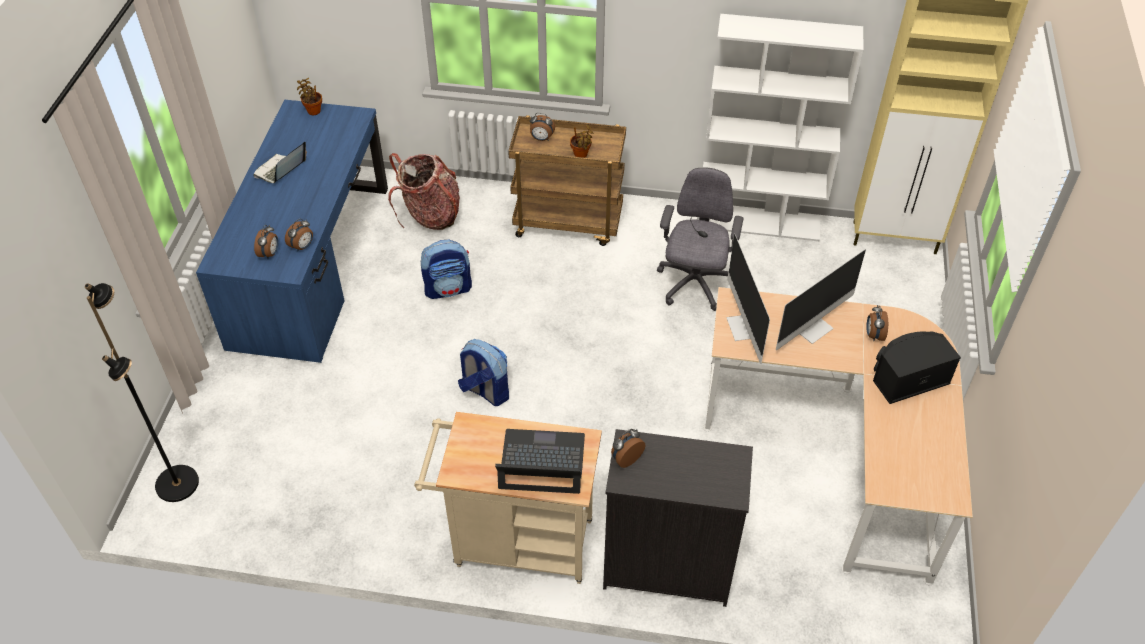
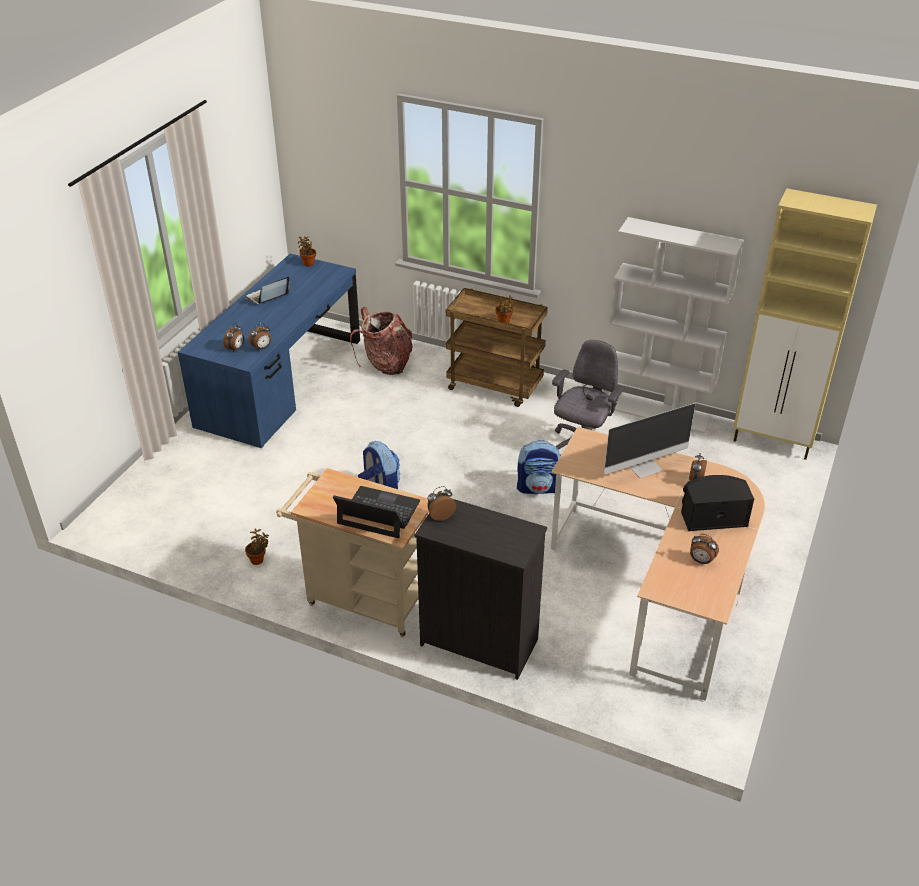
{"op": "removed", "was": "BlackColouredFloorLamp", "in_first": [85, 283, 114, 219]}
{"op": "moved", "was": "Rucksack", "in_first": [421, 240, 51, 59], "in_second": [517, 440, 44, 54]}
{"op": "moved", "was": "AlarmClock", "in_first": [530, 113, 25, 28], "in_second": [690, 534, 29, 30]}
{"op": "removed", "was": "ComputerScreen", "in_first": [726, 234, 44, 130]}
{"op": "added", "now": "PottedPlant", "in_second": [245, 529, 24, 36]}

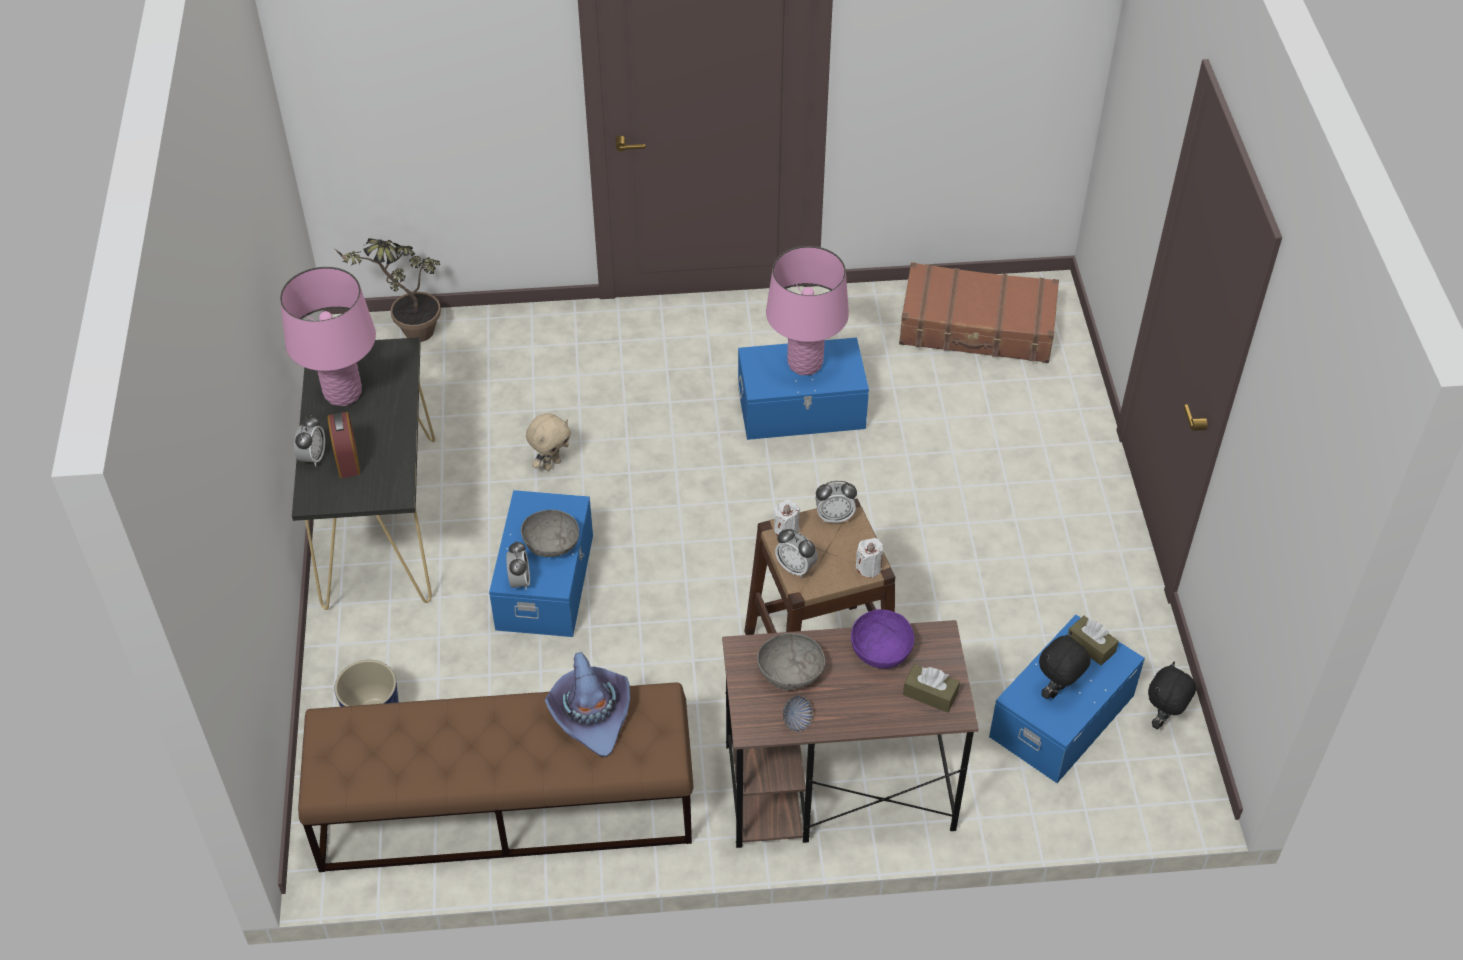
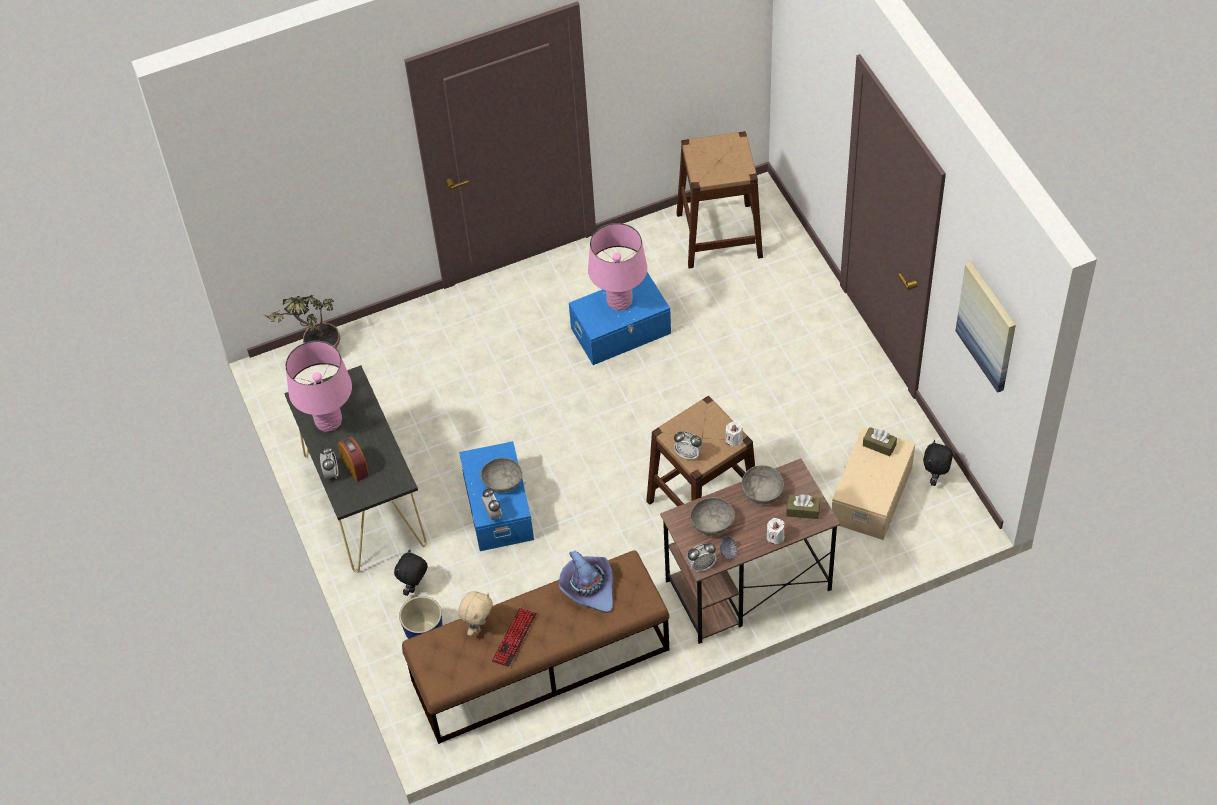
{"op": "moved", "was": "BeigePlushToy", "in_first": [526, 413, 45, 58], "in_second": [458, 591, 35, 45]}
{"op": "moved", "was": "WhiteWaxLight", "in_first": [774, 500, 26, 36], "in_second": [767, 518, 18, 26]}
{"op": "moved", "was": "AlarmClock", "in_first": [816, 481, 41, 42], "in_second": [687, 543, 30, 29]}
{"op": "recoloured", "was": "PurpleColouredDeepDish", "now": "GreyDeepDish", "in_first": [851, 609, 64, 60], "in_second": [742, 465, 42, 39]}
{"op": "replaced", "was": "BrownishSuitcase", "now": "BrownishStoolSeat", "in_first": [899, 262, 160, 101], "in_second": [676, 131, 87, 138]}
{"op": "recoloured", "was": "BluishStorageBox", "now": "BeigeStorageBox", "in_first": [989, 615, 156, 168], "in_second": [832, 427, 83, 113]}
{"op": "moved", "was": "BlackColouredPlushToy", "in_first": [1039, 632, 52, 67], "in_second": [394, 550, 34, 46]}
{"op": "added", "now": "Keyboard", "in_second": [492, 608, 45, 59]}
{"op": "added", "now": "WallPicture", "in_second": [955, 262, 61, 131]}

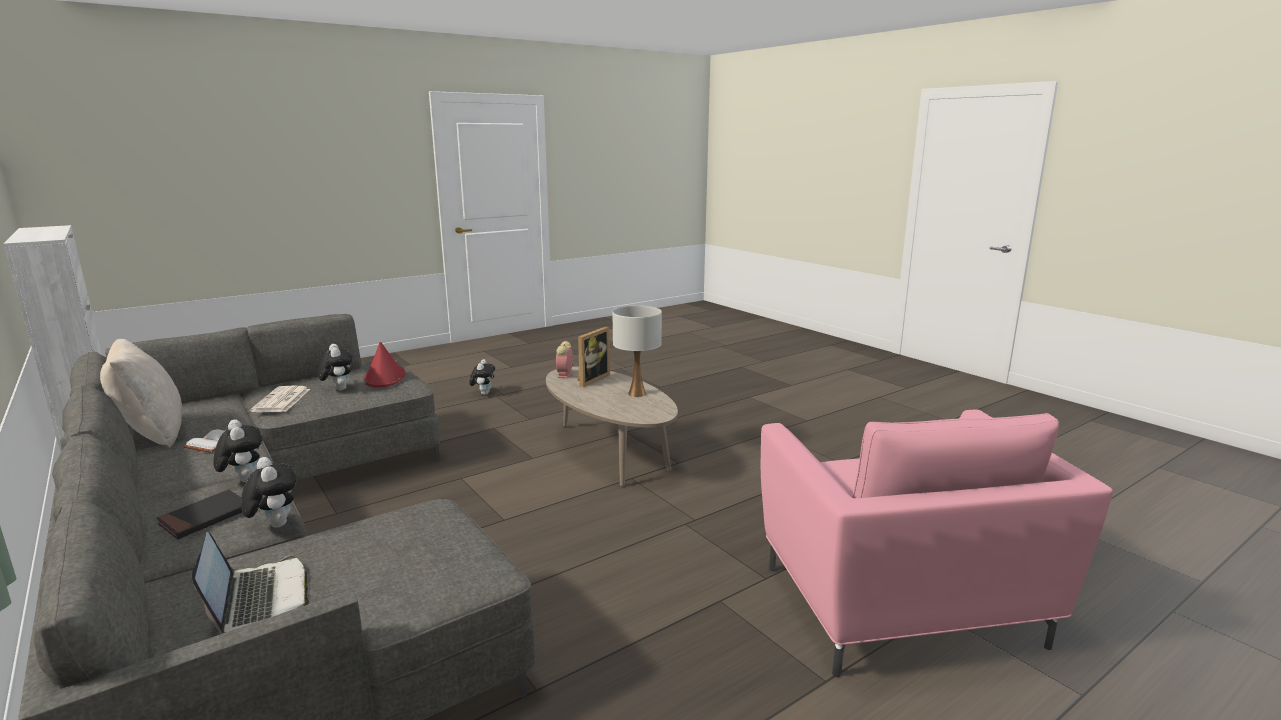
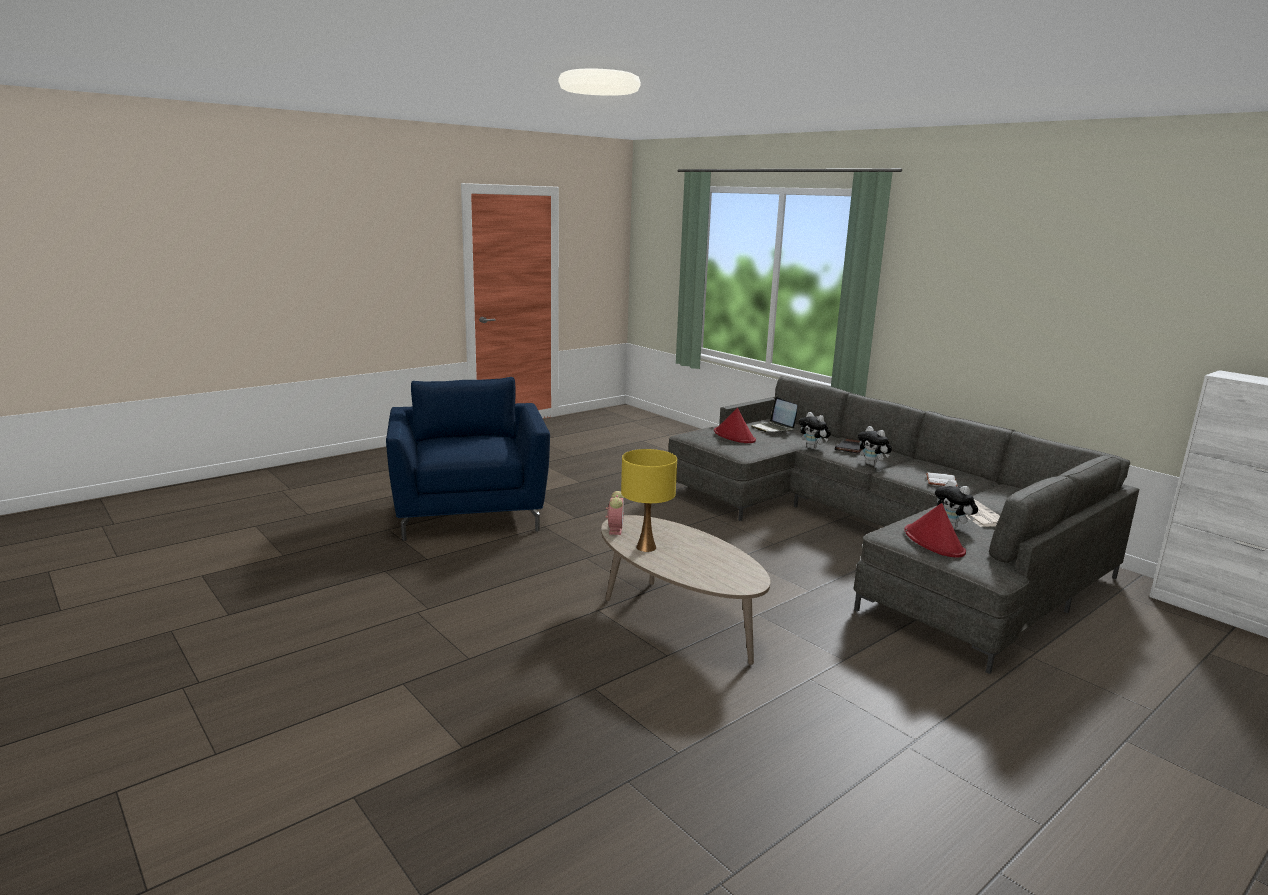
{"op": "removed", "was": "BeigeThrowPillow", "in_first": [100, 339, 82, 109]}
{"op": "removed", "was": "PlushToy", "in_first": [469, 359, 26, 36]}
{"op": "moved", "was": "AlarmClock", "in_first": [556, 341, 18, 37], "in_second": [606, 491, 18, 44]}
{"op": "removed", "was": "PhotoFrame", "in_first": [577, 326, 33, 61]}
{"op": "recoloured", "was": "WhiteTableLamp", "now": "YellowColouredTableLamp", "in_first": [613, 306, 49, 91], "in_second": [621, 449, 56, 103]}
{"op": "recoloured", "was": "PinkLoungeChair", "now": "BluishLoungeChair", "in_first": [761, 410, 352, 267], "in_second": [386, 377, 164, 164]}
{"op": "added", "now": "ReddishClothingHat", "in_second": [714, 408, 42, 35]}

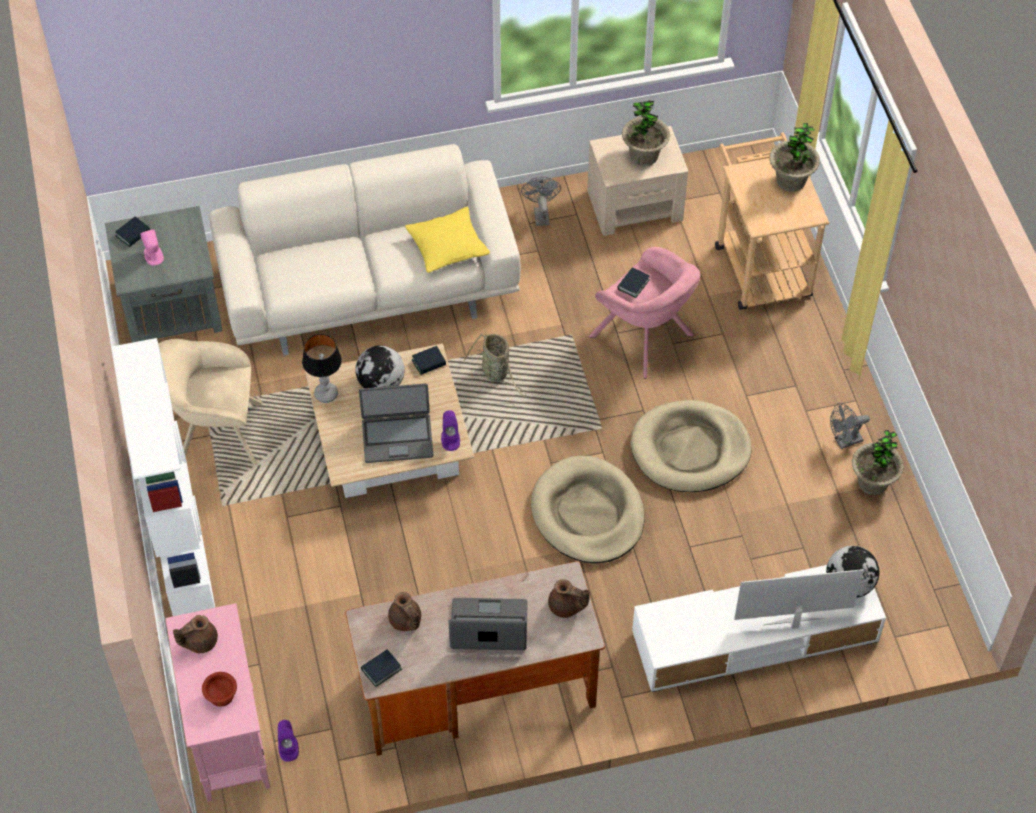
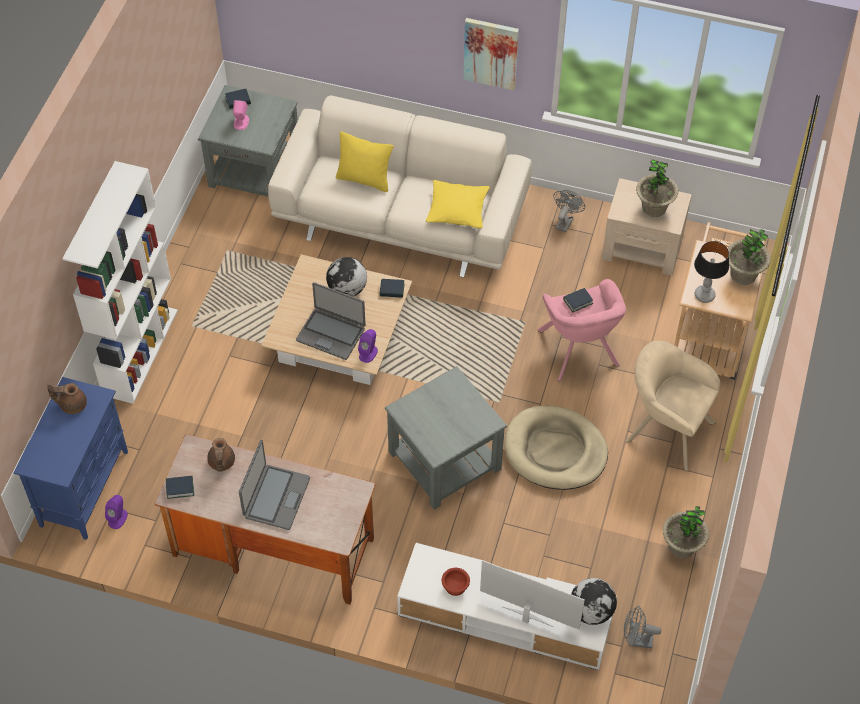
{"op": "moved", "was": "BeigeLoungeChair", "in_first": [158, 339, 105, 126], "in_second": [626, 341, 94, 130]}
{"op": "recoloured", "was": "PinkStorageCabinet", "now": "BluishStorageCabinet", "in_first": [166, 603, 104, 199], "in_second": [13, 377, 115, 163]}
{"op": "moved", "was": "BrownishDeepDish", "in_first": [202, 672, 35, 35], "in_second": [442, 568, 28, 28]}
{"op": "moved", "was": "TableLamp", "in_first": [302, 334, 40, 69], "in_second": [694, 241, 35, 62]}
{"op": "turned", "was": "PortableComputer", "in_first": [448, 598, 80, 52], "in_second": [239, 440, 71, 90], "clockwise": 75}
{"op": "removed", "was": "HouseholdBasket", "in_first": [464, 333, 62, 64]}
{"op": "replaced", "was": "BeigePetBed", "now": "GreyAccentTable", "in_first": [531, 456, 114, 107], "in_second": [385, 366, 122, 144]}
{"op": "removed", "was": "BrownishTeaPot", "in_first": [548, 579, 42, 39]}
{"op": "moved", "was": "GreyElectricFan", "in_first": [830, 403, 40, 46], "in_second": [624, 606, 37, 43]}
{"op": "added", "now": "YellowColouredThrowPillow", "in_second": [336, 131, 58, 61]}
{"op": "added", "now": "WallPicture", "in_second": [463, 18, 56, 72]}

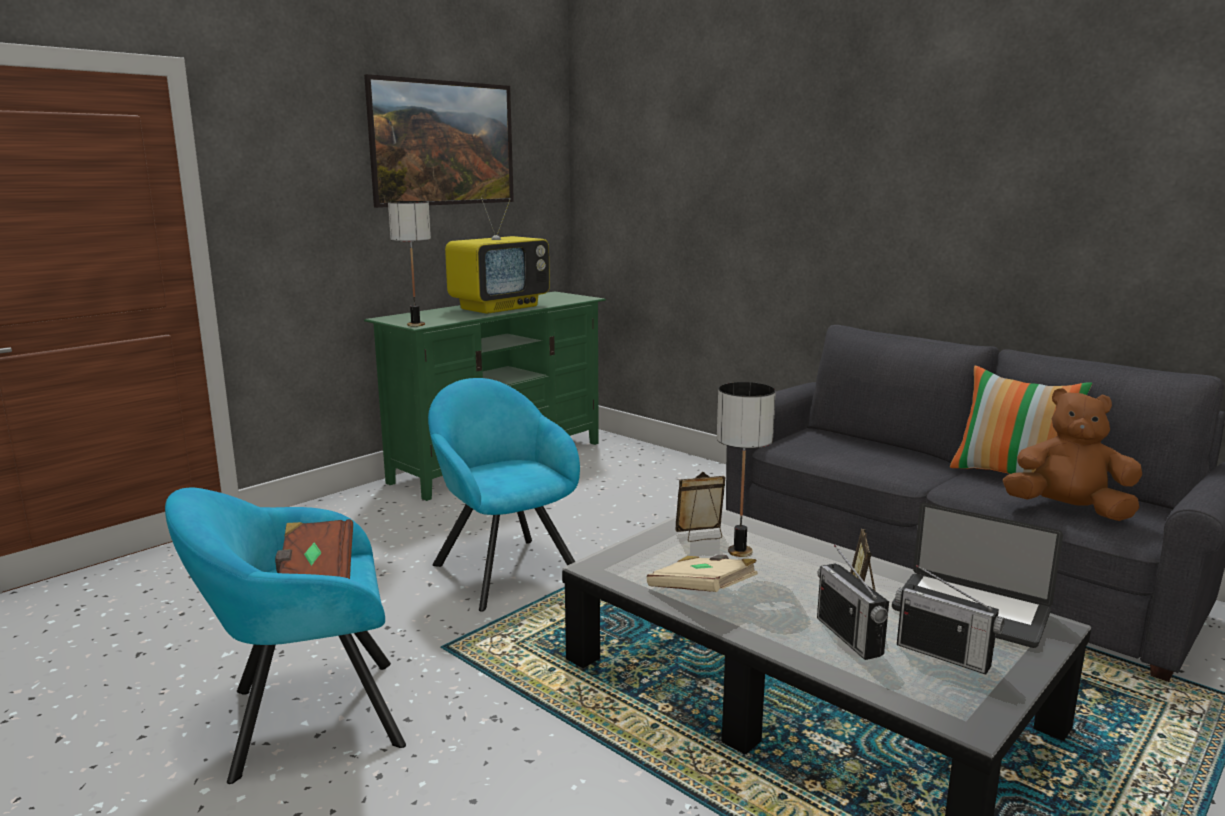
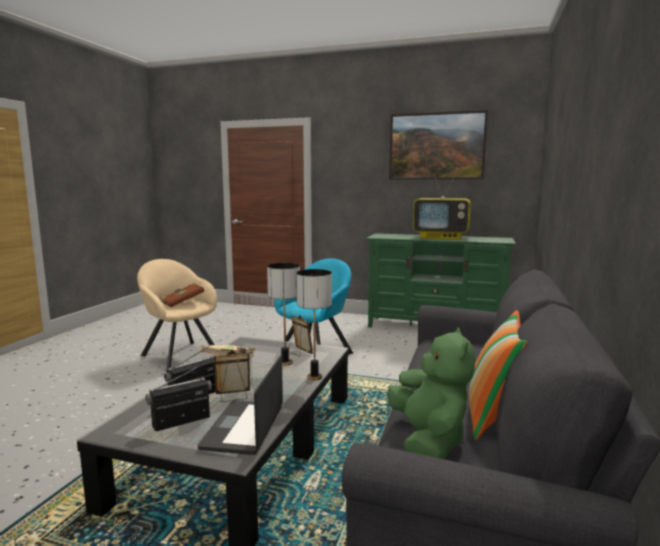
{"op": "recoloured", "was": "BlueGreenLoungeChair", "now": "BeigeLoungeChair", "in_first": [165, 488, 241, 296], "in_second": [137, 259, 80, 113]}
{"op": "moved", "was": "TableLamp", "in_first": [388, 201, 43, 126], "in_second": [296, 269, 36, 111]}
{"op": "turned", "was": "RadioReceiver", "in_first": [895, 565, 110, 110], "in_second": [146, 366, 66, 65], "clockwise": 45}
{"op": "recoloured", "was": "BrownishPlushToy", "now": "GreenColouredPlushToy", "in_first": [1003, 388, 139, 133], "in_second": [387, 327, 88, 132]}

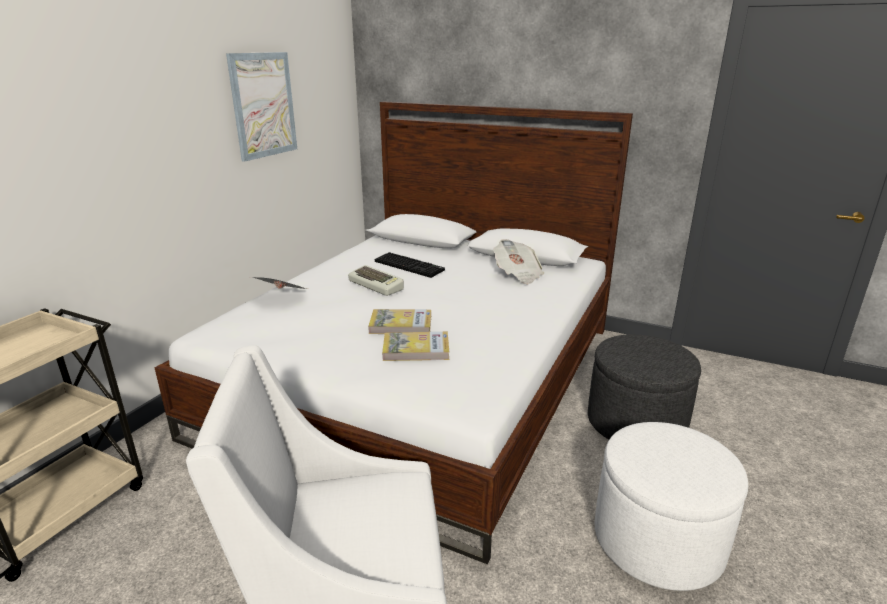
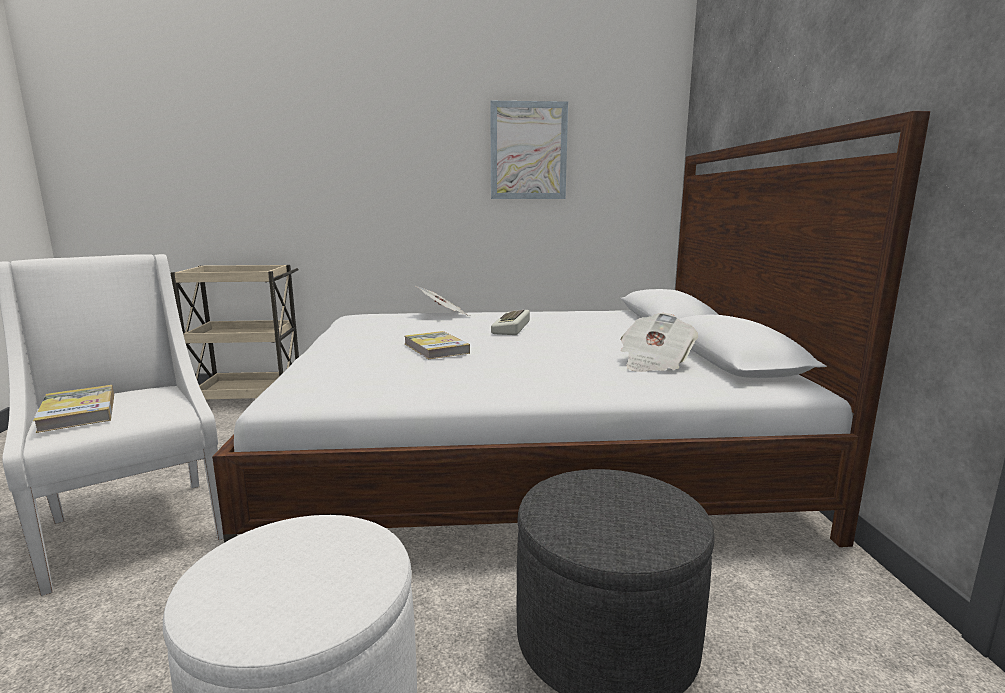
{"op": "removed", "was": "Keyboard", "in_first": [375, 252, 70, 26]}
{"op": "moved", "was": "BoundBook", "in_first": [382, 332, 67, 29], "in_second": [33, 385, 81, 48]}

